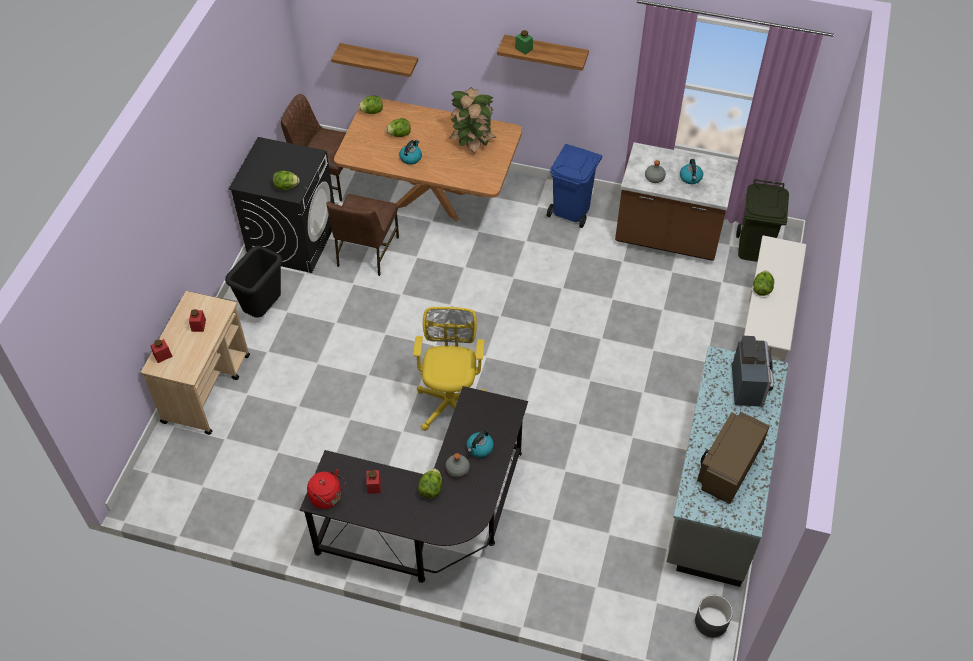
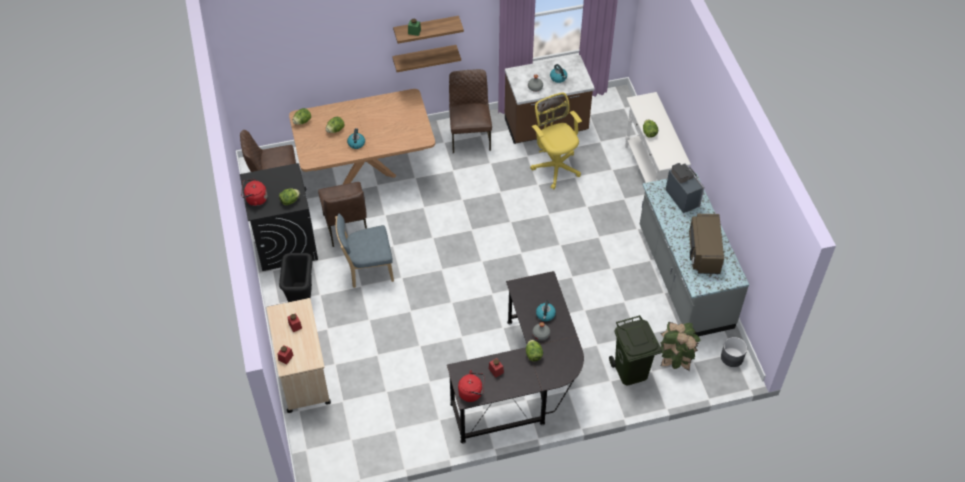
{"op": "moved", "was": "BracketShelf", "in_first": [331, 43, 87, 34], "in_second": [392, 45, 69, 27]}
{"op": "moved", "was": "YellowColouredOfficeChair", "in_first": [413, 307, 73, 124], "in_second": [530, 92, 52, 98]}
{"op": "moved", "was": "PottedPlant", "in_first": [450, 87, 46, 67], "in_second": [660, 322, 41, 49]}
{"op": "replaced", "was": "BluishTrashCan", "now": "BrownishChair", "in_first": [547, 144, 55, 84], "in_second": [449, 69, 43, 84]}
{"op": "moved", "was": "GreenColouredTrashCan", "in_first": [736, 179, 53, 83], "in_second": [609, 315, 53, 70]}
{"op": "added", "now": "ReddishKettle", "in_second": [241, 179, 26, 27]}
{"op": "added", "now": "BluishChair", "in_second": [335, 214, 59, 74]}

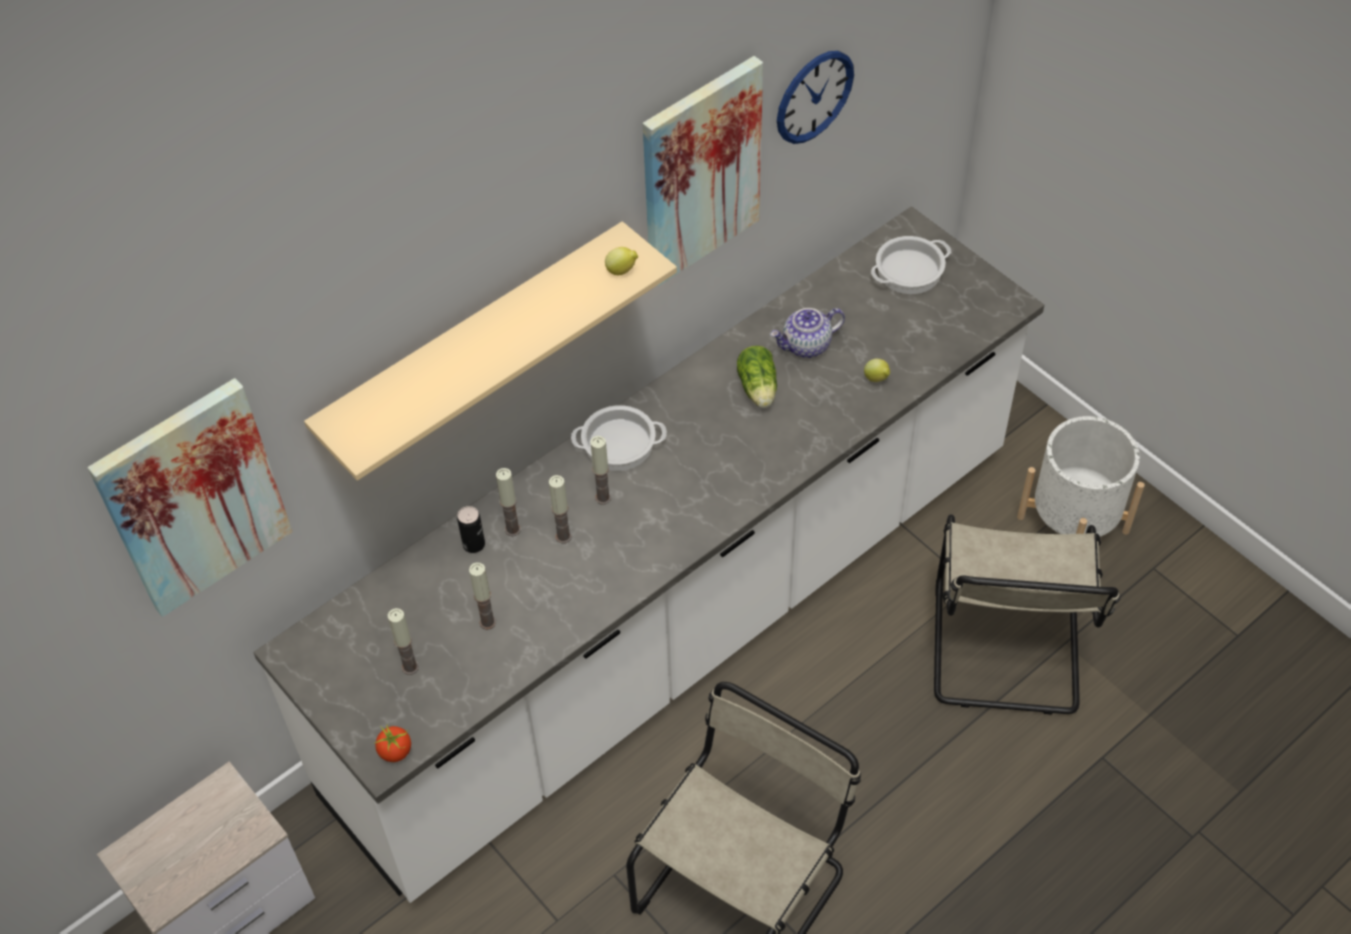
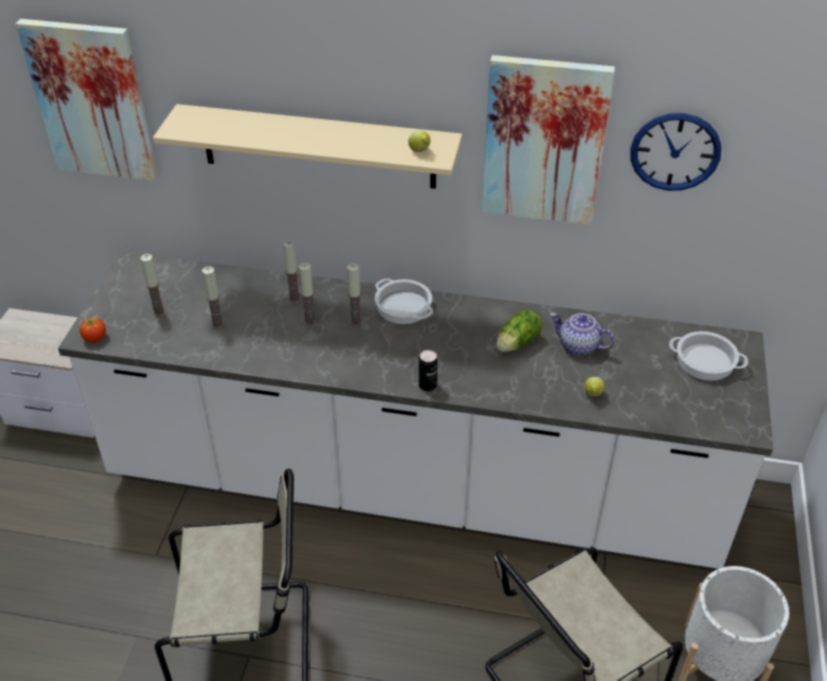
{"op": "moved", "was": "SealedCan", "in_first": [457, 506, 28, 47], "in_second": [419, 350, 18, 41]}

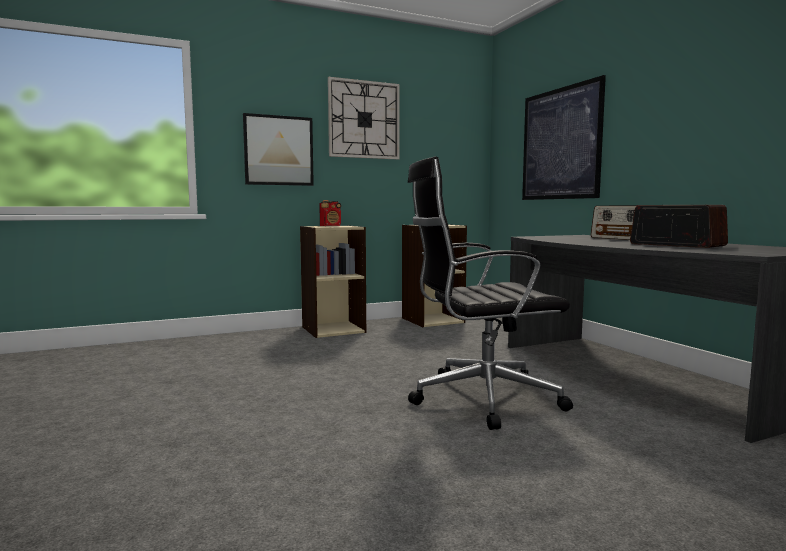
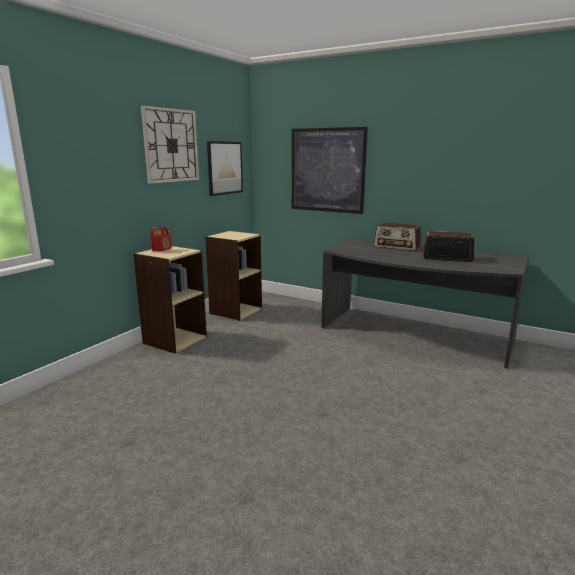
{"op": "moved", "was": "WallPicture", "in_first": [243, 113, 71, 73], "in_second": [207, 141, 36, 55]}
{"op": "removed", "was": "BlackColouredOfficeChair", "in_first": [408, 156, 165, 274]}

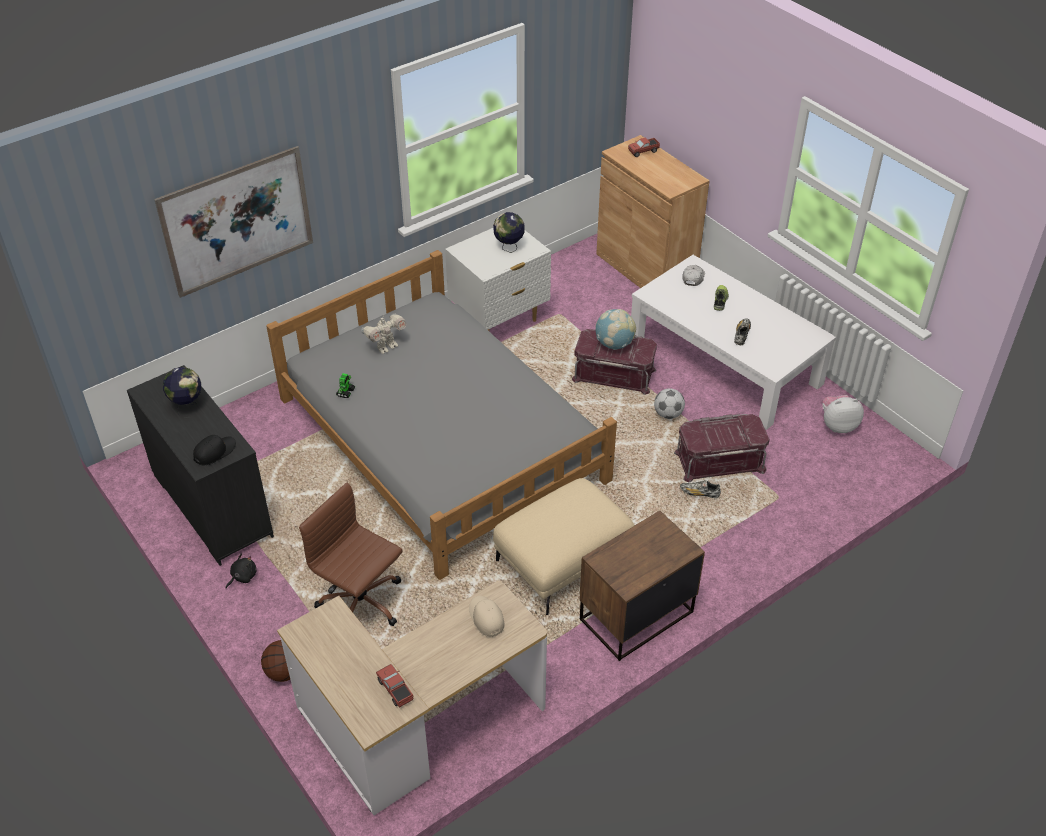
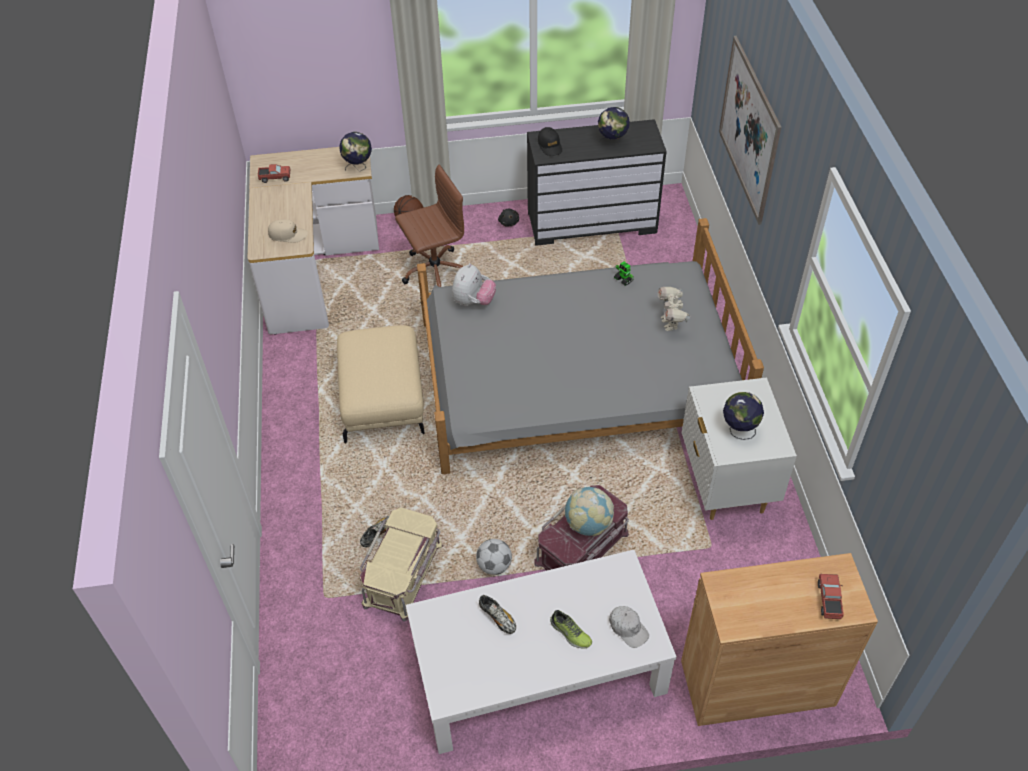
{"op": "removed", "was": "BrownishNightTable", "in_first": [579, 511, 126, 150]}
{"op": "recoloured", "was": "ReddishStorageBox", "now": "BeigeStorageBox", "in_first": [674, 414, 96, 69], "in_second": [359, 508, 84, 114]}
{"op": "moved", "was": "PlushToy", "in_first": [822, 395, 42, 38], "in_second": [452, 263, 44, 43]}
{"op": "added", "now": "DeskGlobe", "in_second": [339, 132, 33, 40]}

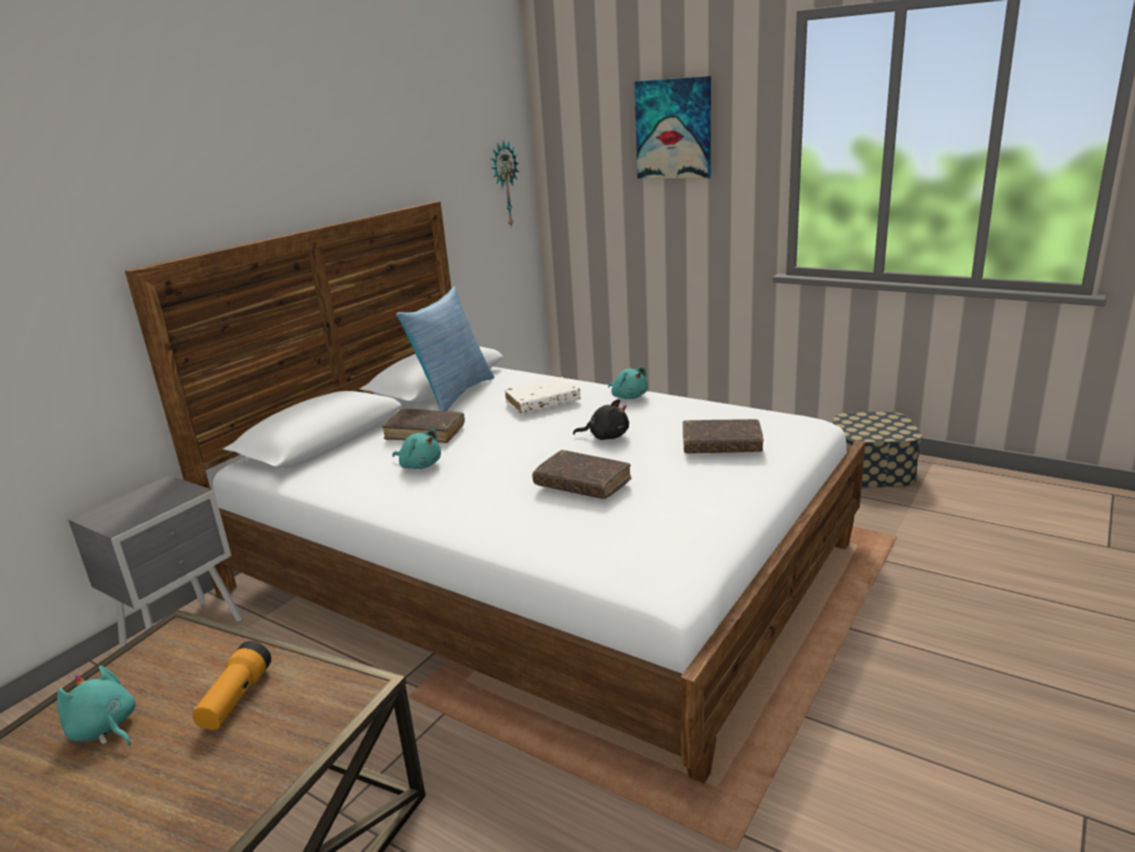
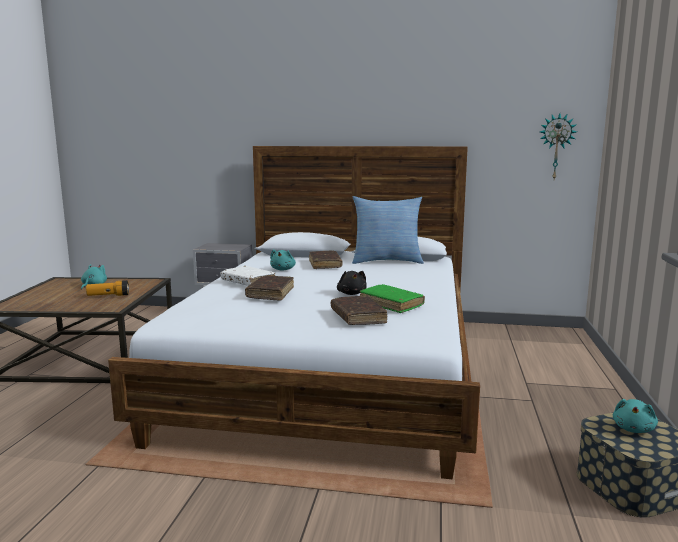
{"op": "moved", "was": "WhiteBoundBook", "in_first": [504, 377, 76, 36], "in_second": [221, 266, 54, 20]}
{"op": "moved", "was": "BlueGreenPlushToy", "in_first": [608, 367, 40, 32], "in_second": [613, 399, 45, 34]}
{"op": "removed", "was": "WallPicture", "in_first": [634, 76, 77, 103]}
{"op": "added", "now": "GreenColouredBoundBook", "in_second": [360, 284, 65, 29]}

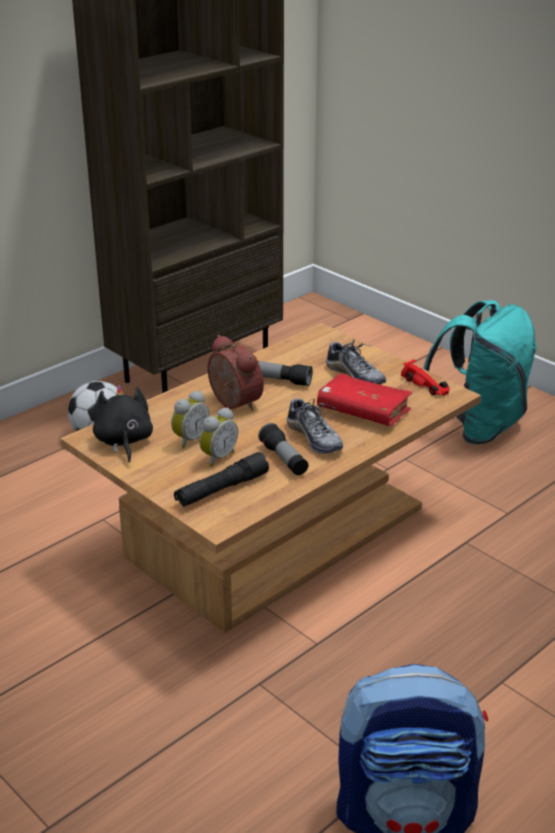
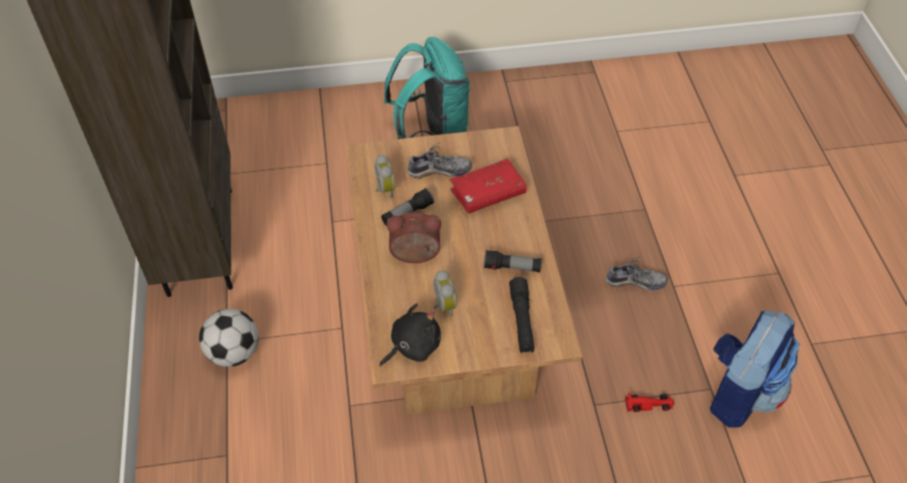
{"op": "turned", "was": "BlackColouredPlushToy", "in_first": [93, 385, 60, 78], "in_second": [379, 303, 62, 63], "clockwise": 120}
{"op": "moved", "was": "AlarmClock", "in_first": [199, 407, 39, 60], "in_second": [375, 155, 20, 43]}
{"op": "moved", "was": "Shoe", "in_first": [287, 395, 56, 59], "in_second": [606, 257, 62, 34]}
{"op": "moved", "was": "ReddishMiniatureCar", "in_first": [401, 359, 49, 37], "in_second": [625, 393, 49, 19]}

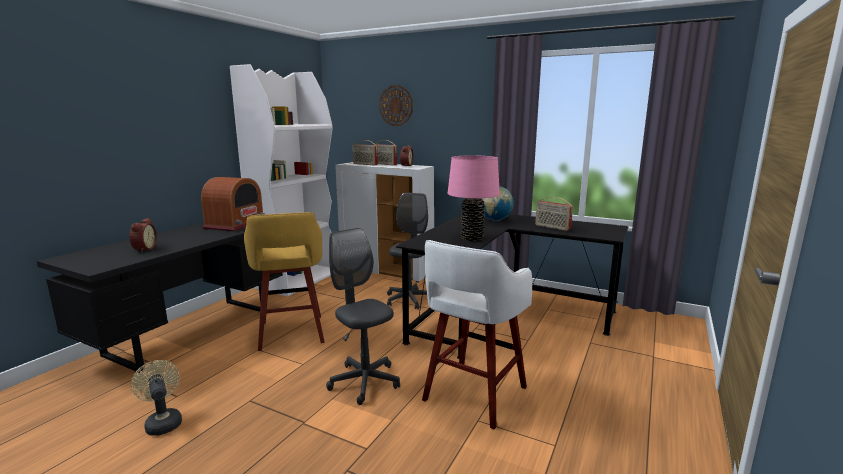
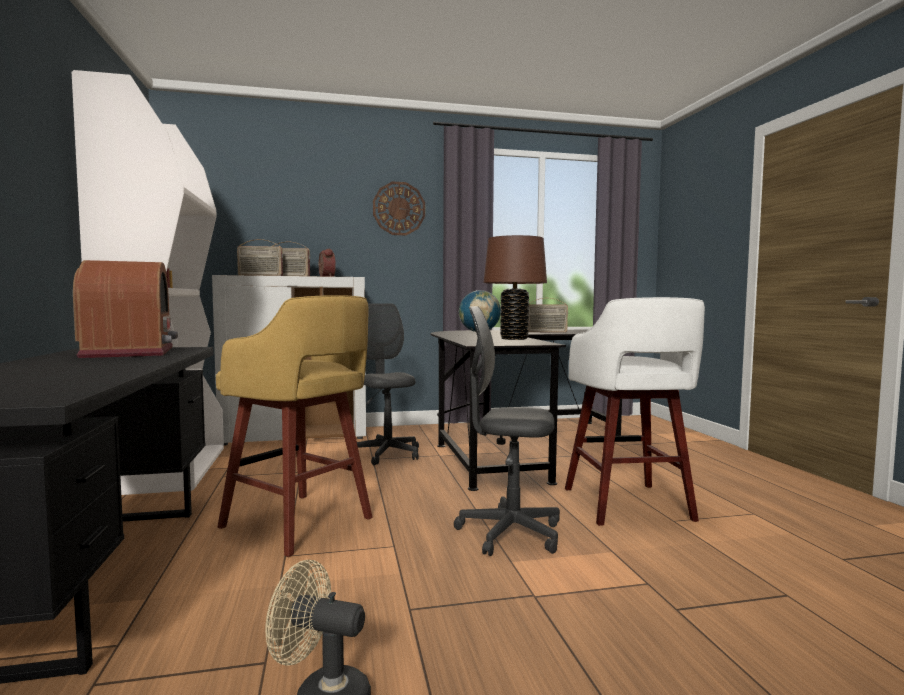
{"op": "removed", "was": "AlarmClock", "in_first": [129, 218, 28, 34]}
{"op": "moved", "was": "HangingClock", "in_first": [379, 85, 34, 41], "in_second": [373, 181, 52, 54]}
{"op": "recoloured", "was": "PinkTableLamp", "now": "BrownishTableLamp", "in_first": [447, 155, 53, 86], "in_second": [484, 235, 63, 105]}

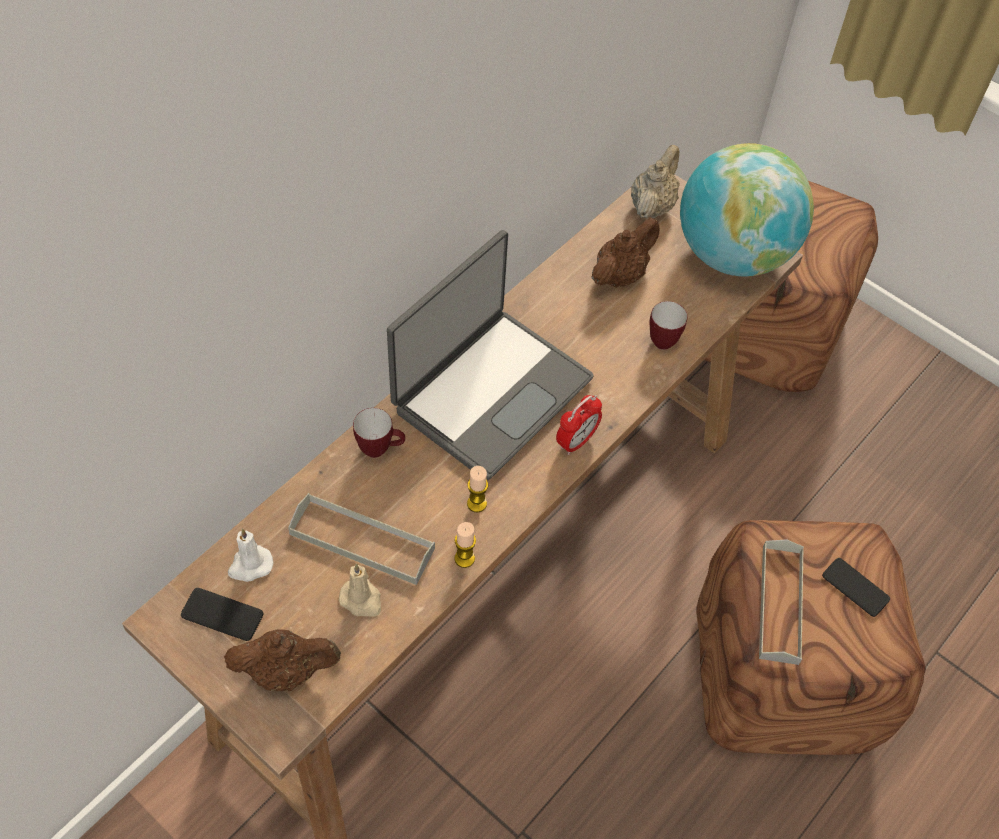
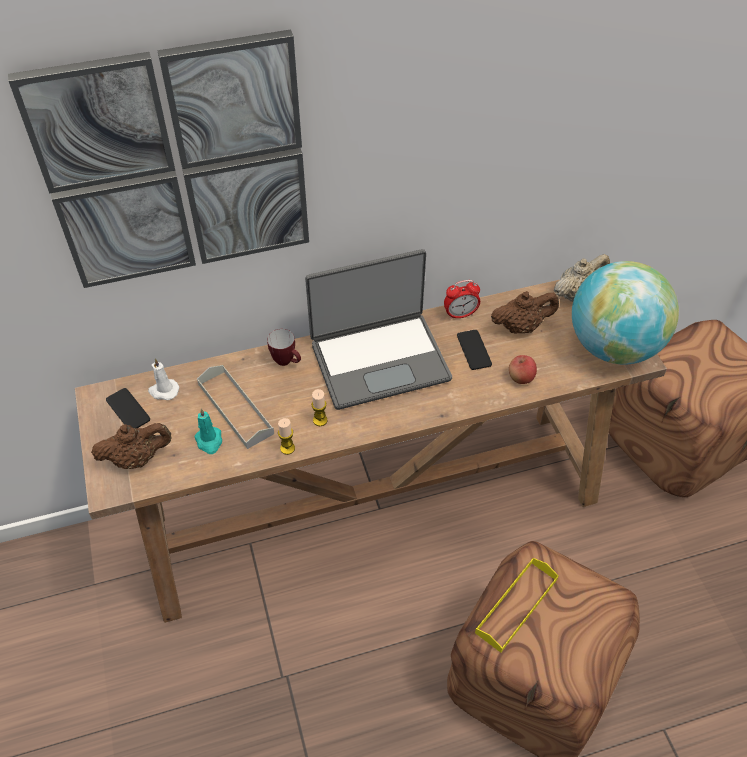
{"op": "turned", "was": "BrownishTeaPot", "in_first": [224, 629, 117, 62], "in_second": [91, 423, 81, 46], "clockwise": -45}
{"op": "recoloured", "was": "BeigeWaxLight", "now": "BlueGreenWaxLight", "in_first": [339, 564, 42, 53], "in_second": [194, 408, 28, 46]}
{"op": "moved", "was": "AlarmClock", "in_first": [556, 395, 46, 60], "in_second": [444, 280, 36, 39]}
{"op": "replaced", "was": "Mug", "now": "Apple", "in_first": [650, 301, 38, 49], "in_second": [509, 355, 28, 29]}
{"op": "recoloured", "was": "GreyCarryingTray", "now": "YellowColouredCarryingTray", "in_first": [759, 539, 45, 126], "in_second": [475, 558, 84, 95]}
{"op": "moved", "was": "Phone", "in_first": [822, 558, 68, 59], "in_second": [457, 330, 35, 40]}
{"op": "added", "now": "WallPicture", "in_second": [8, 29, 301, 259]}

